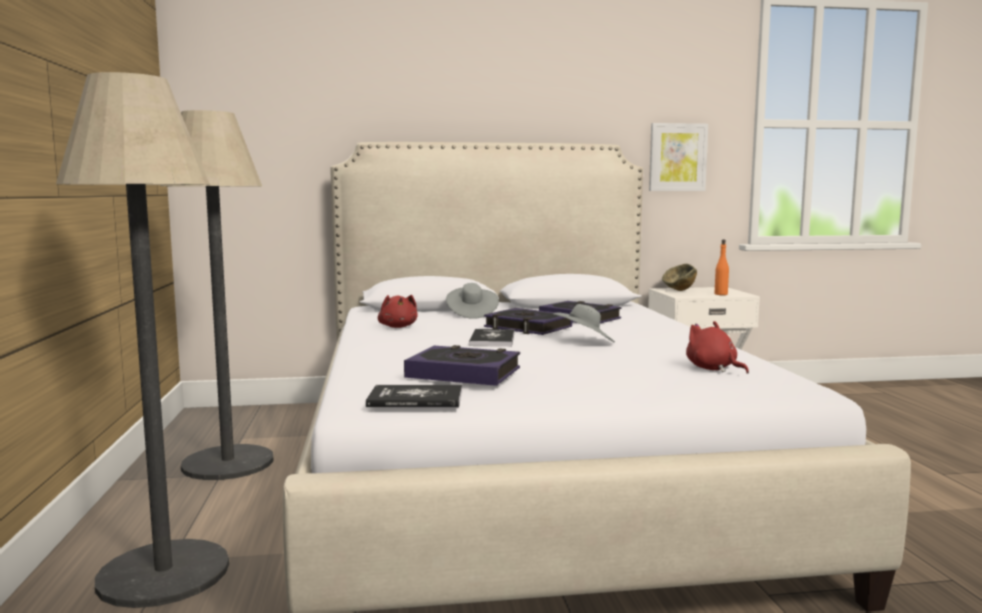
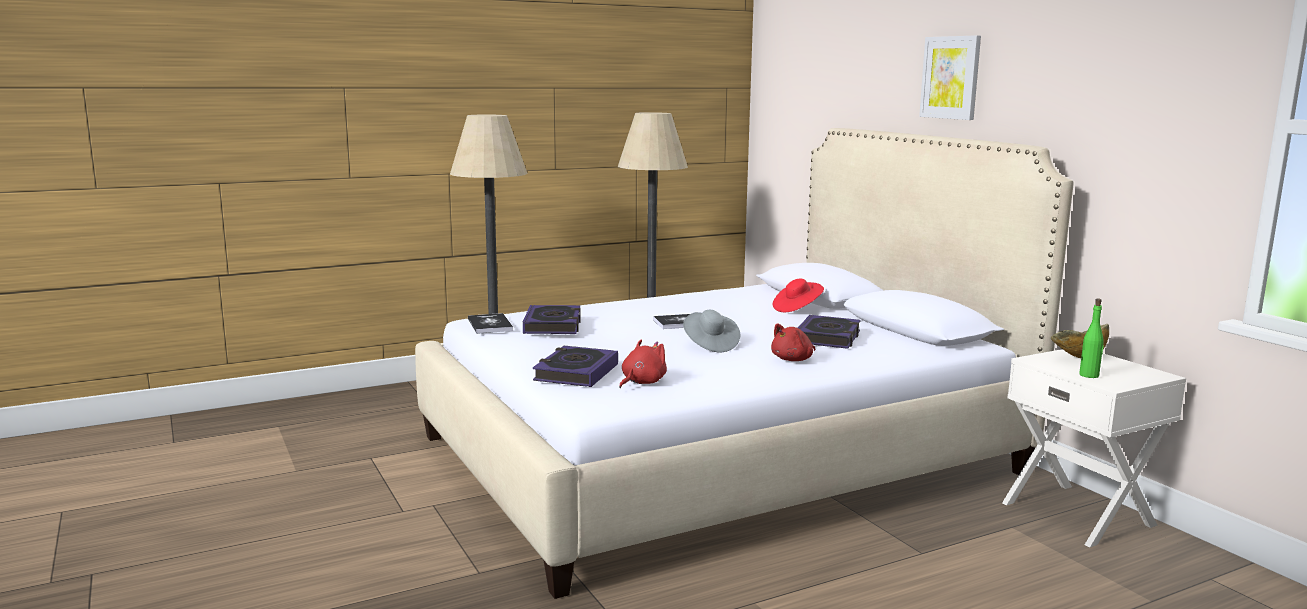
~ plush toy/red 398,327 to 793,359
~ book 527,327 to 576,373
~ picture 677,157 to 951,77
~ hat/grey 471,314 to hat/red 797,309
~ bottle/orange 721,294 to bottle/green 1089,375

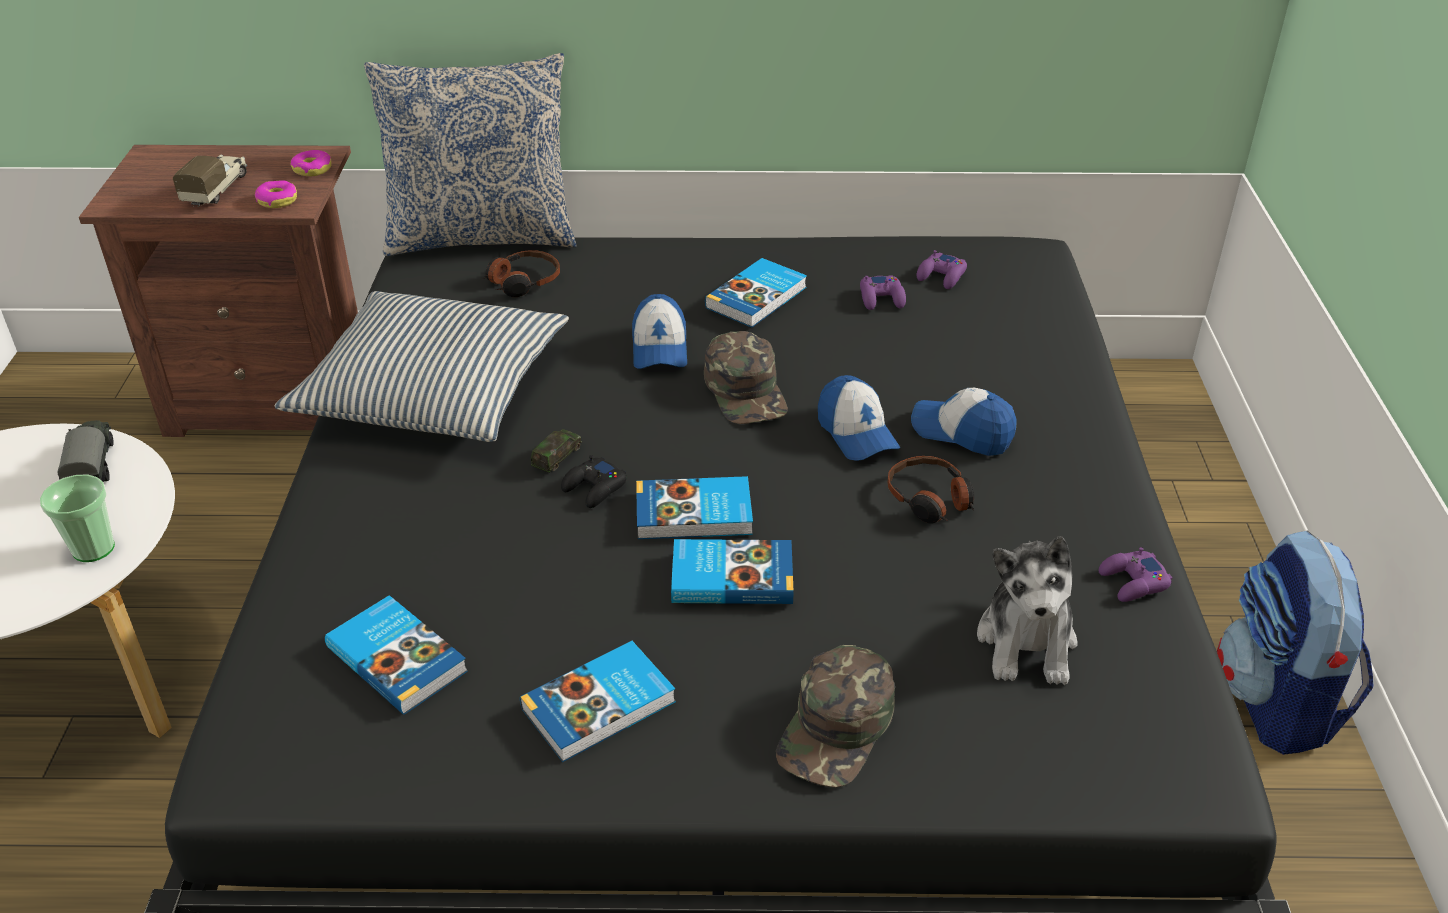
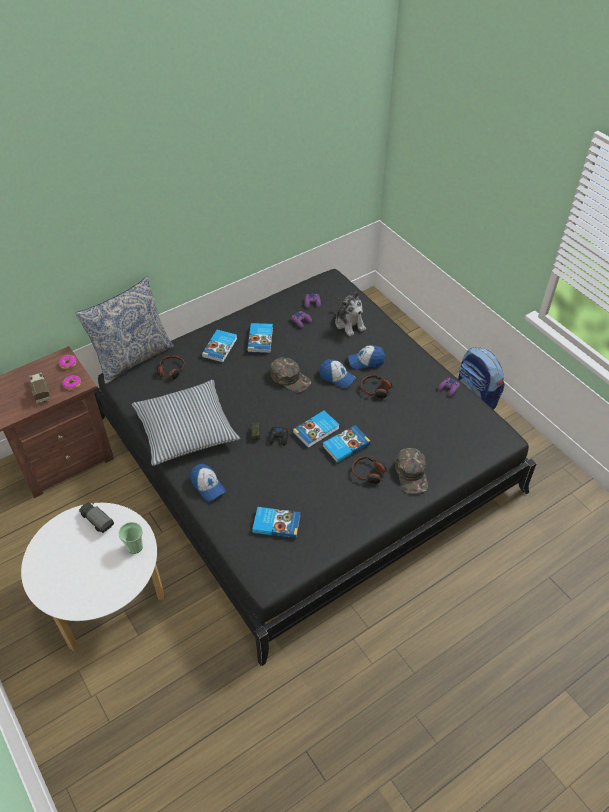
+ headphones 369,473
~ book 601,706 to 220,347
~ cap 659,348 to 207,486
~ plush toy 1027,642 to 349,324

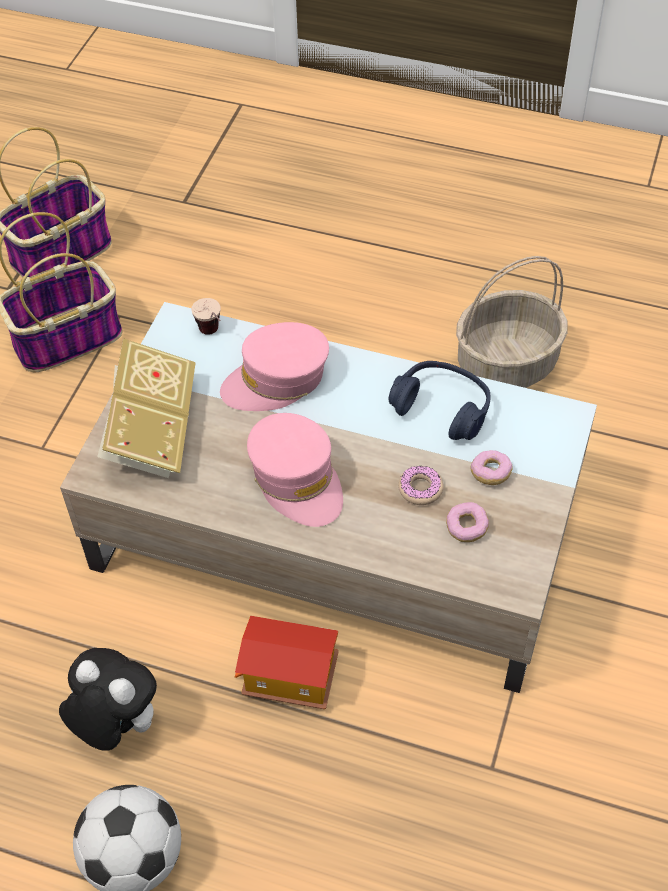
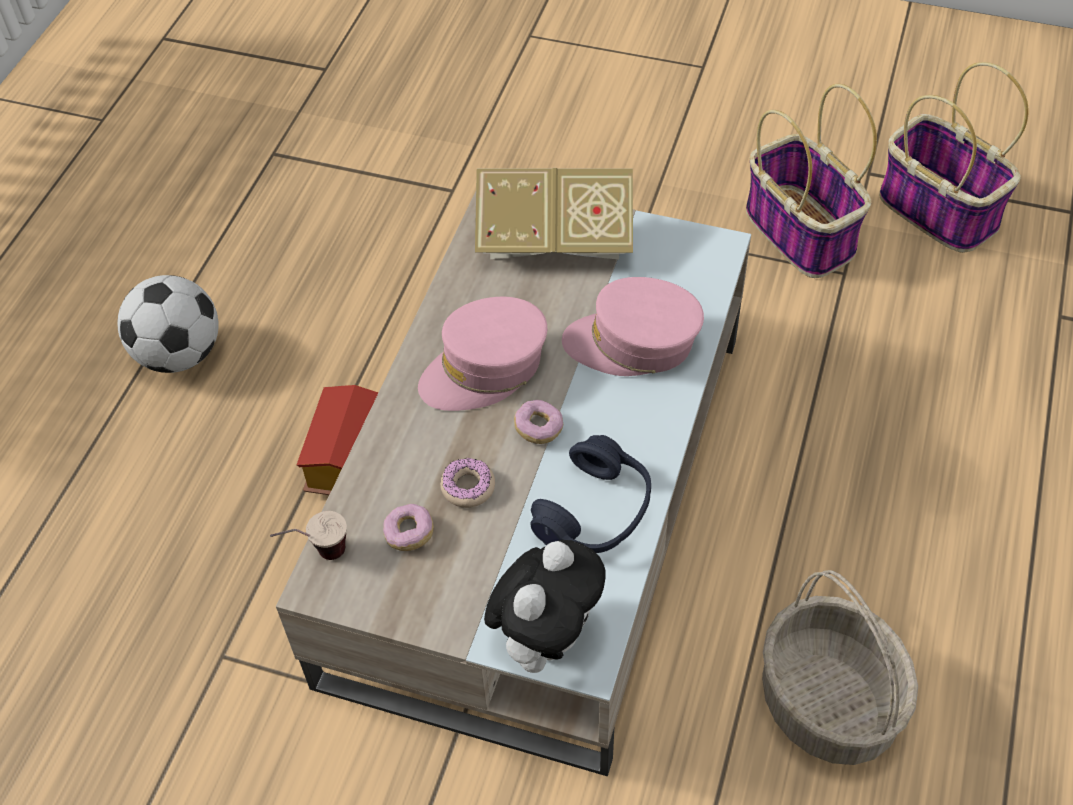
~ plush toy 116,725 to 546,638
~ cup 213,335 to 316,555
~ donut 490,473 to 539,428
~ cap/pink 276,380 = 633,343 60 degrees counterclockwise

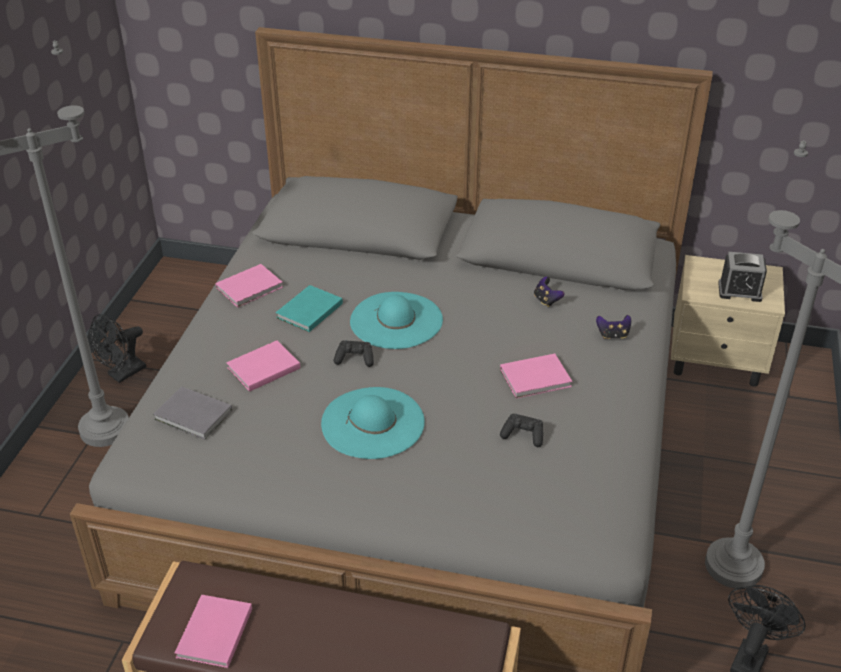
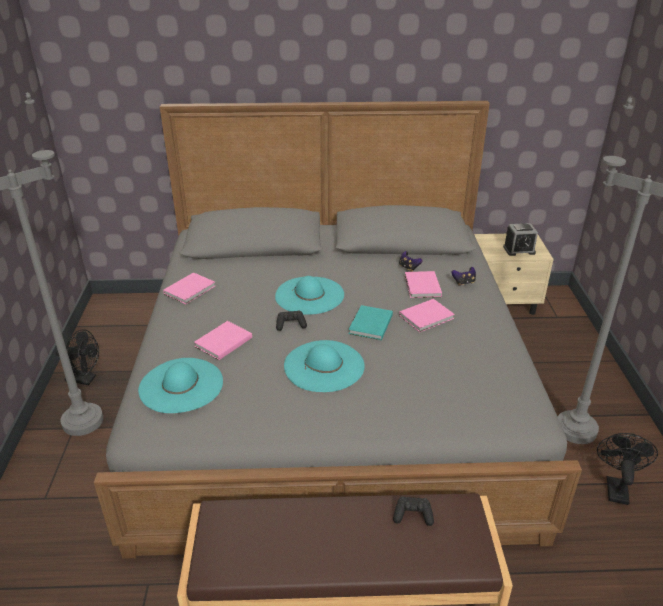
~ book/pink 212,634 to 422,287
~ book/turquoise 308,311 to 369,325
~ game controller/black 523,435 to 413,515
~ book/grey 194,416 to hat/turquoise 181,385
~ fan/black 122,374 = 85,379 105 degrees counterclockwise

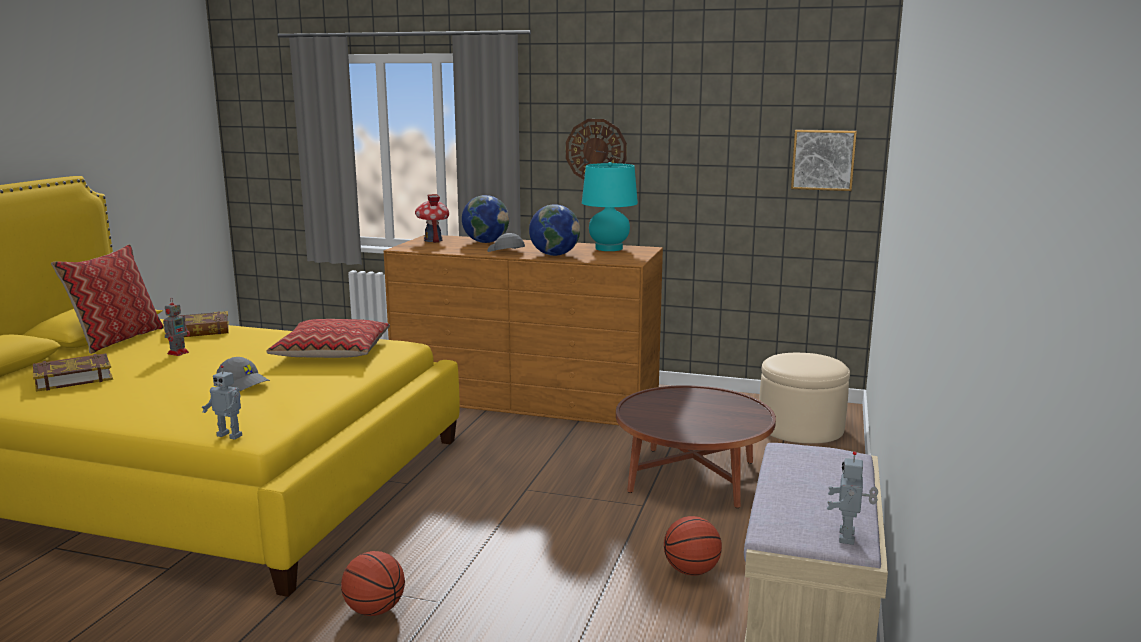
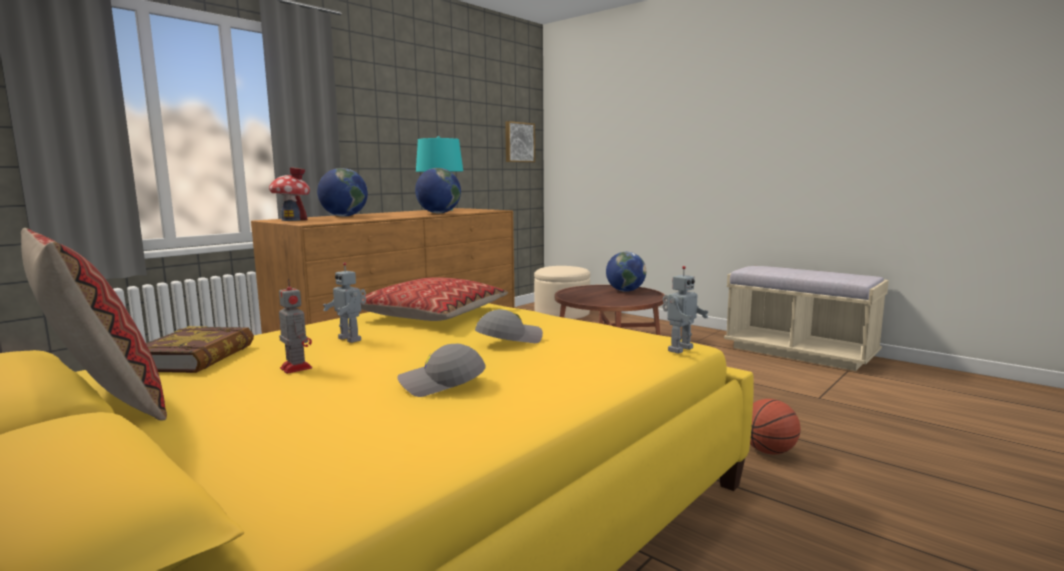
- book 73,378
- wall clock 596,150
- basketball 691,571
+ globe 625,291
~ cap/grey 505,251 to 441,384
~ toy robot 848,537 to 351,339

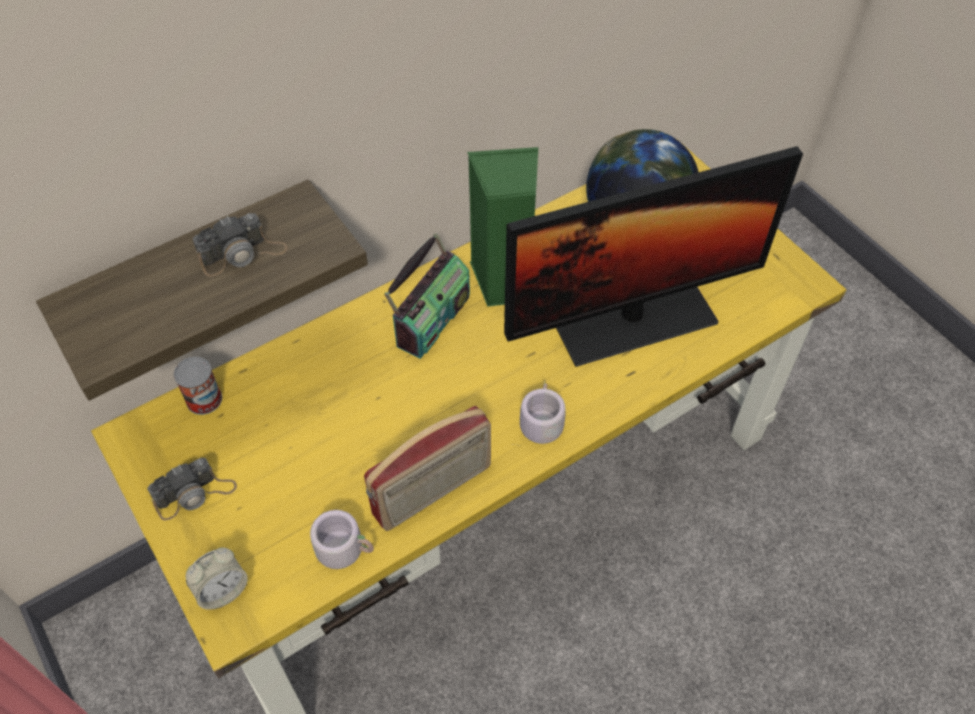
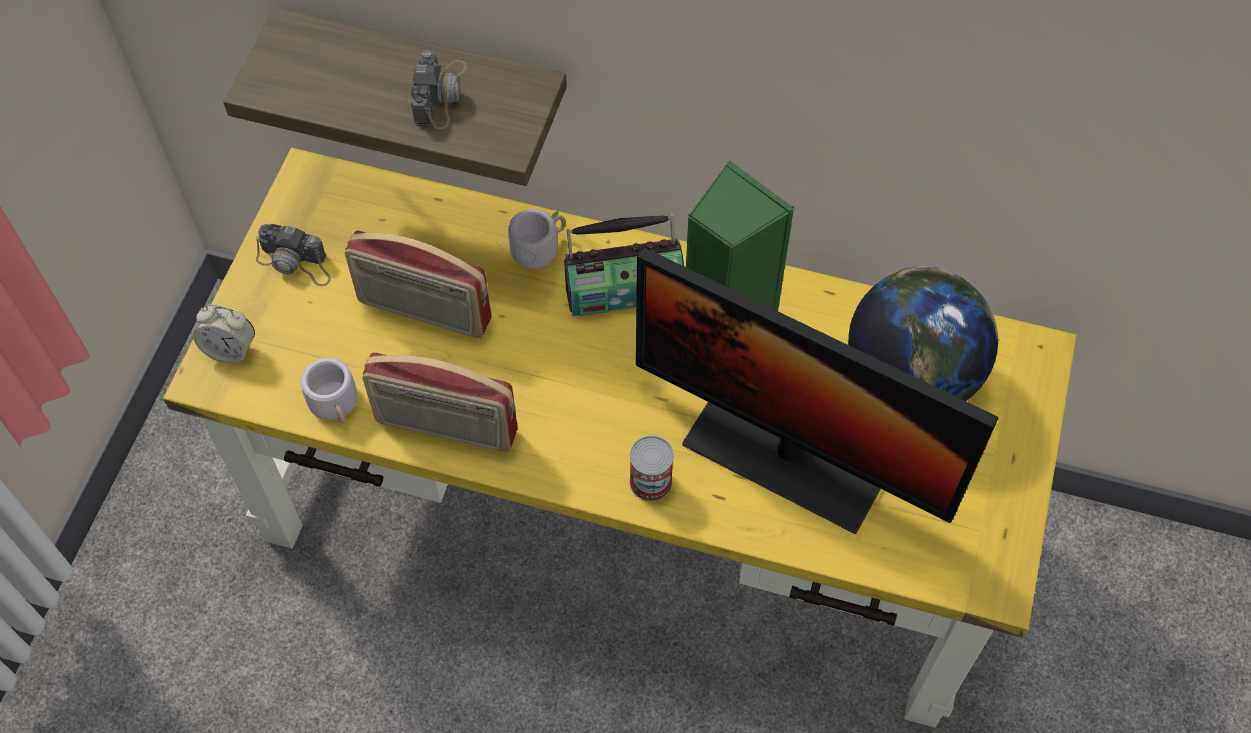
+ radio 423,312
~ can 204,399 to 650,482
~ mug/grey 539,421 to 537,246
~ photo camera 242,254 = 440,94 105 degrees counterclockwise

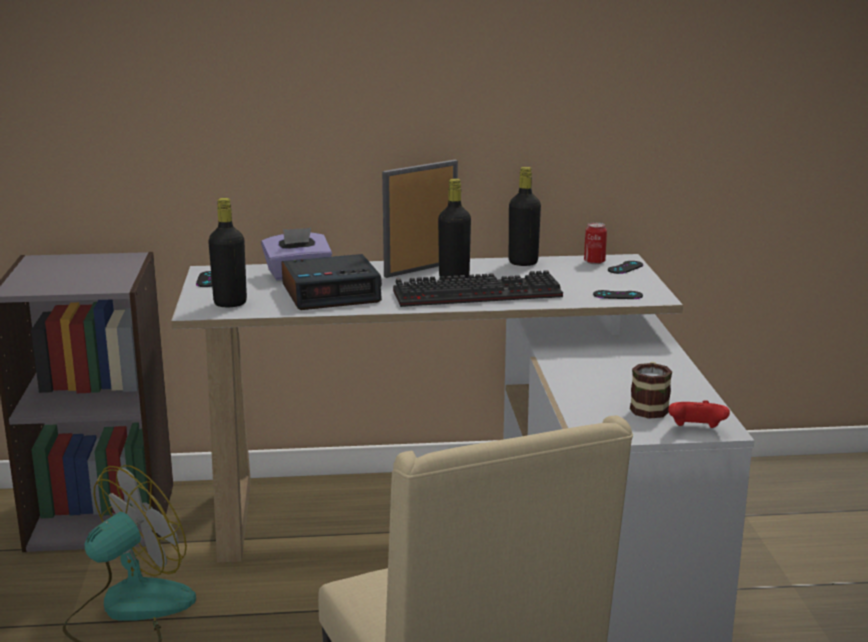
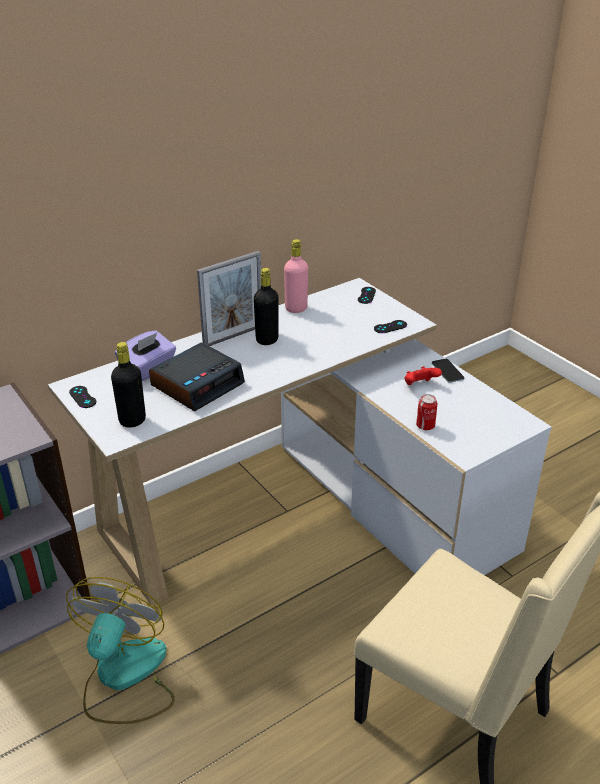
- keyboard 479,293
- mug 649,406
+ phone 447,371
~ can 594,262 to 425,426
~ game controller/red 696,430 to 420,385
~ bottle/black 523,263 to bottle/pink 296,308
~ picture frame 421,269 = 233,336 150 degrees counterclockwise

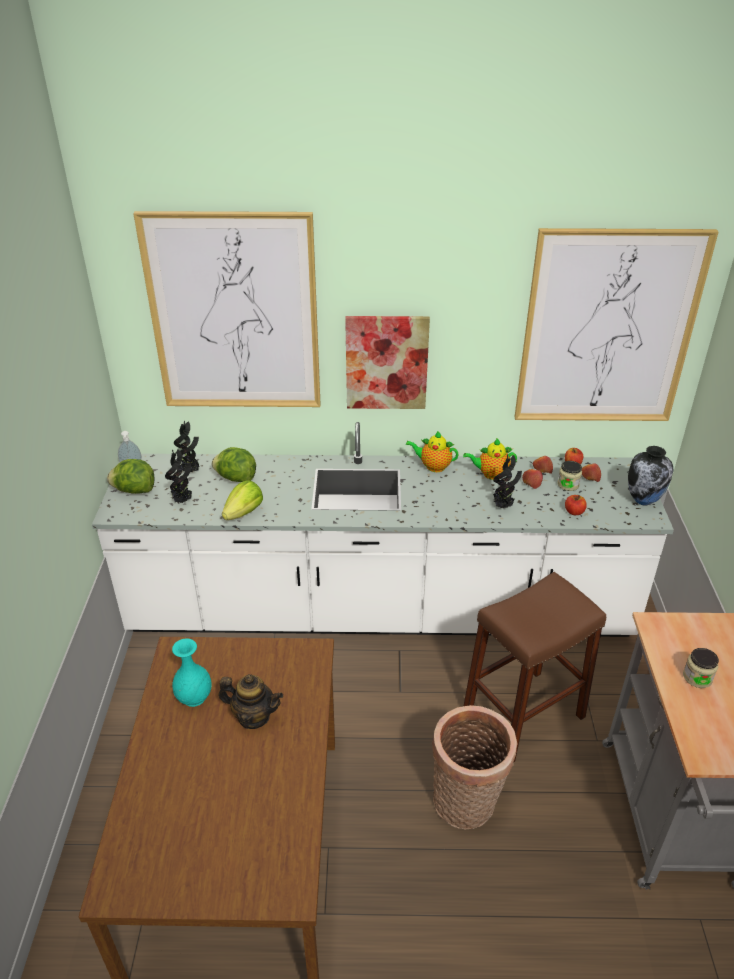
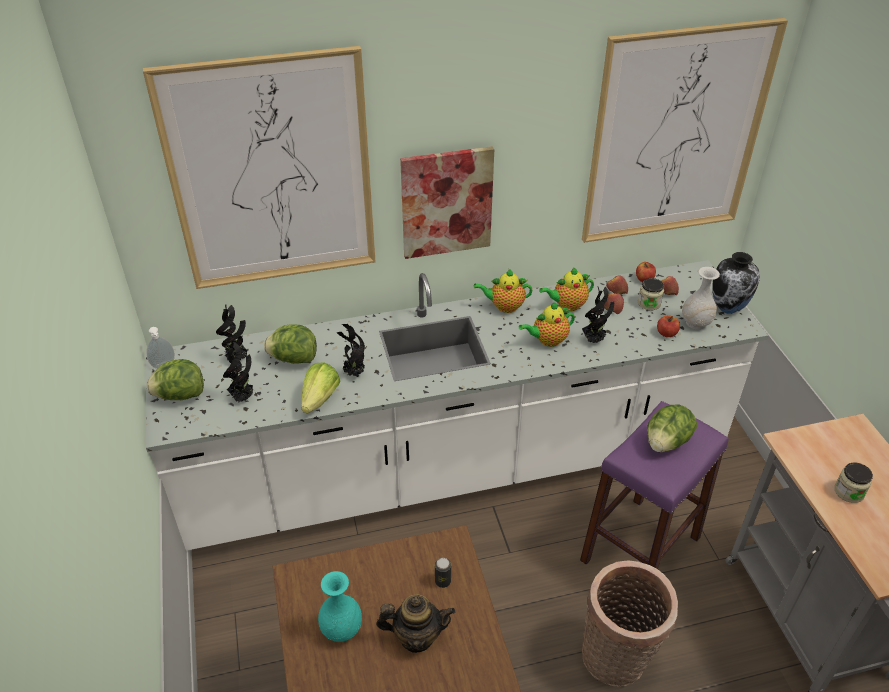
+ potted plant 353,373
+ can 443,581
+ teapot 547,340
+ lettuce 666,442
+ vase/white 696,323
~ stool/brown 523,714 to stool/purple 640,548

